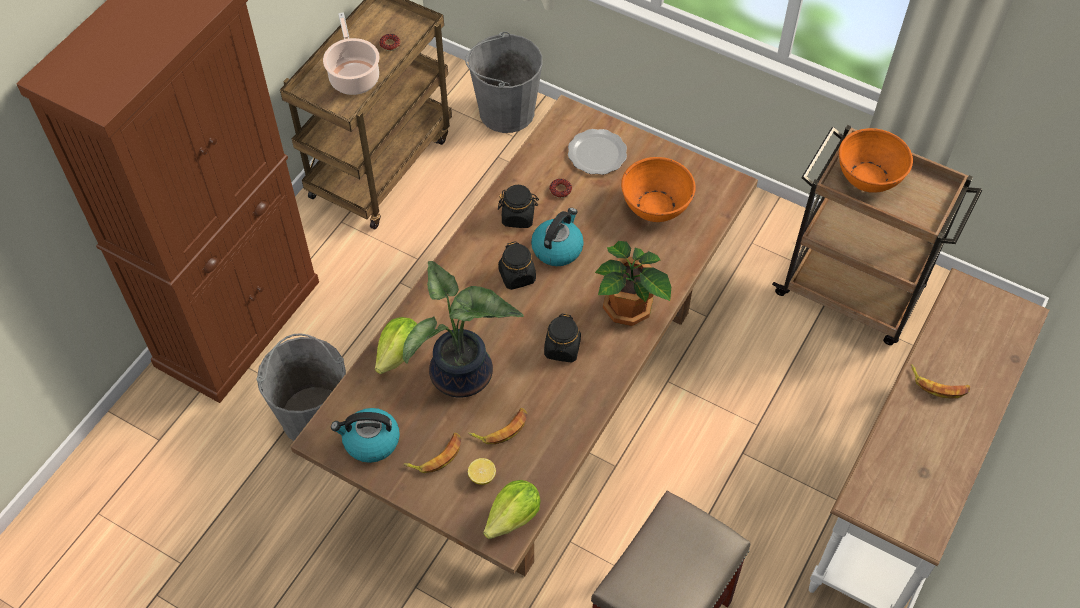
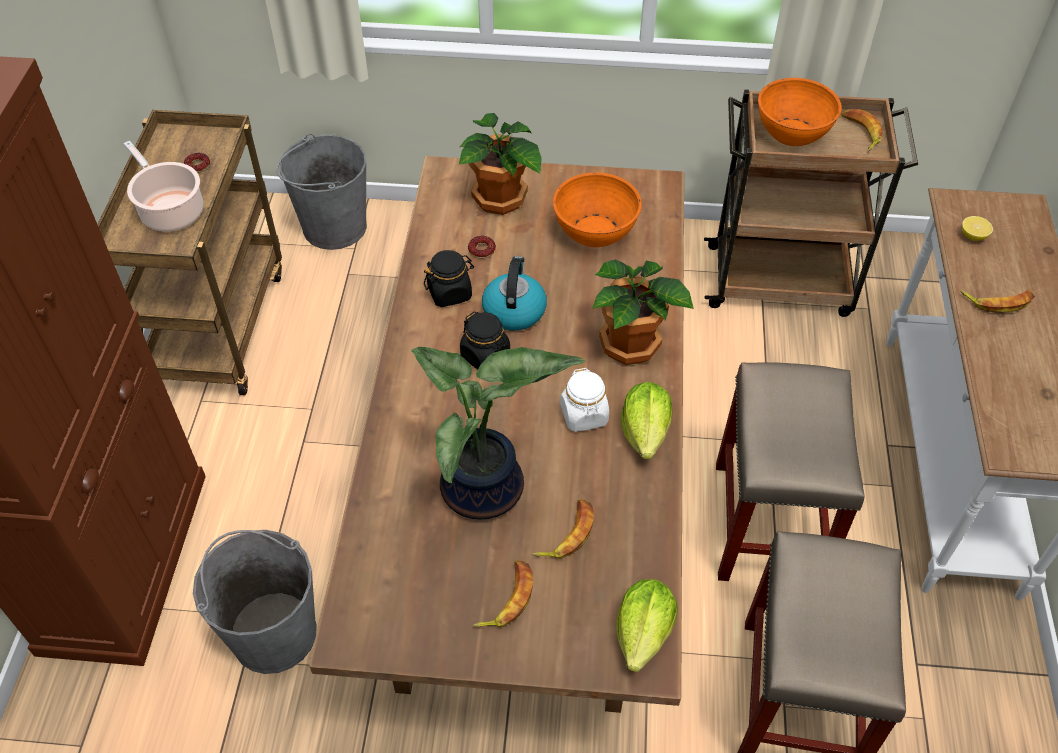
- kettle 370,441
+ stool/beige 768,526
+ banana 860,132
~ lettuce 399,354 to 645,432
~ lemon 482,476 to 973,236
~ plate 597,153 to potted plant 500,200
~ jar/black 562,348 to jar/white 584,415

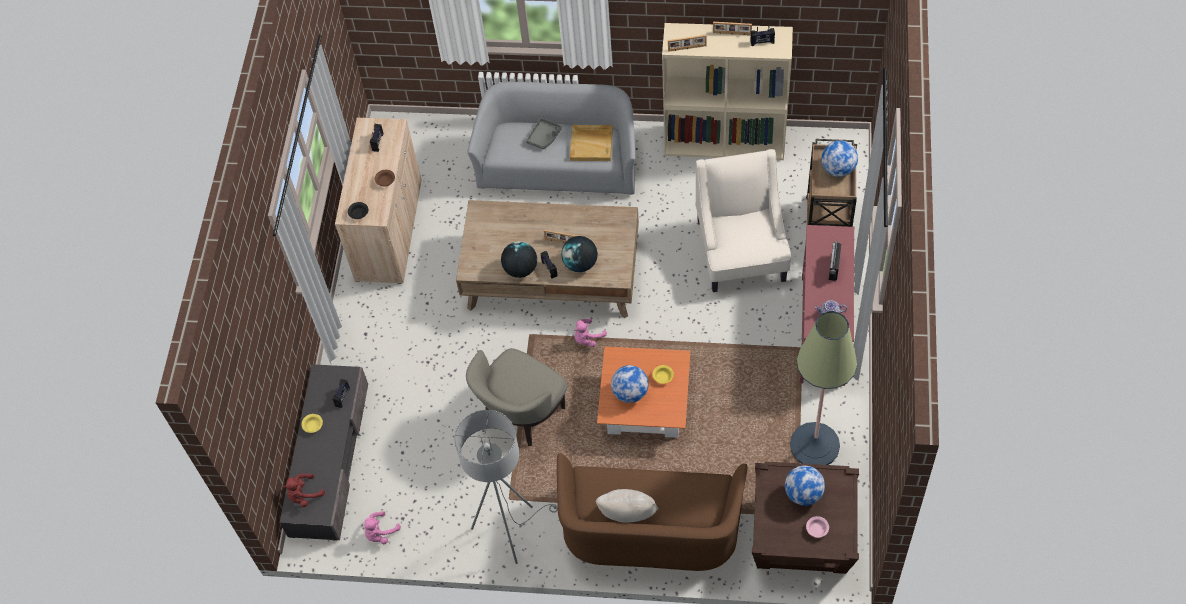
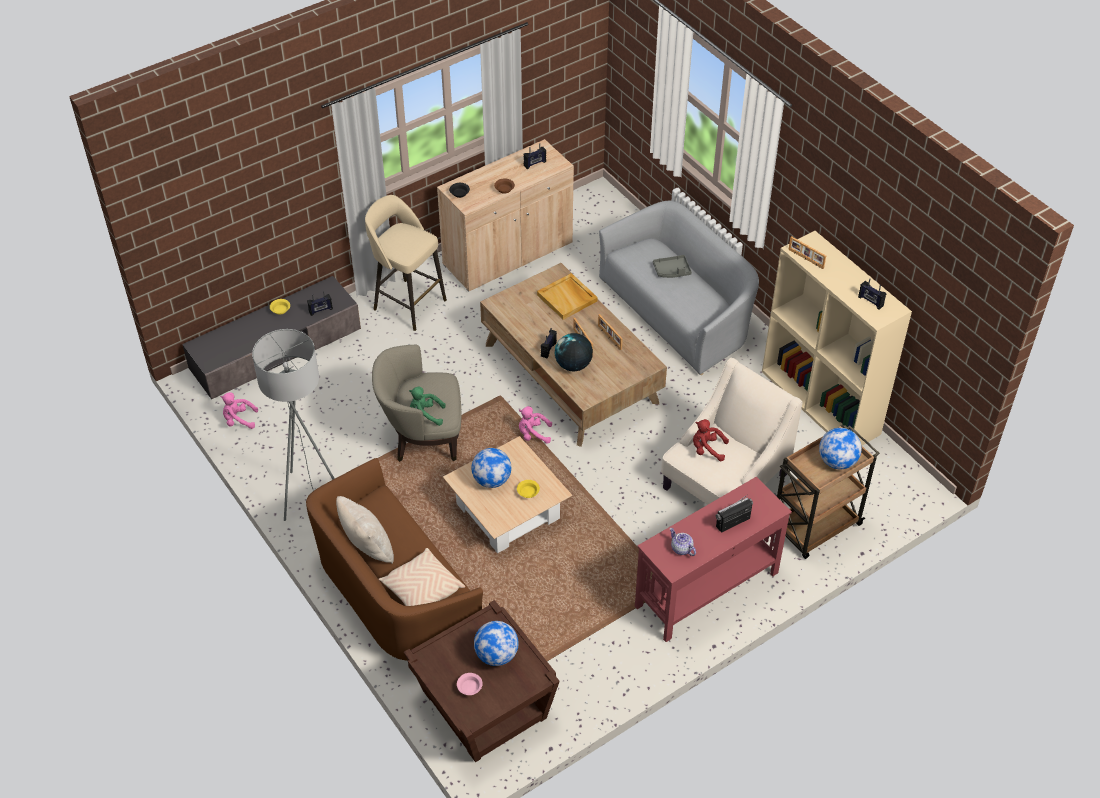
- globe 520,269
- floor lamp 814,445
+ stool/beige 408,304
+ pillow/beige 422,590
+ plush toy/green 425,416
~ plush toy/red 304,495 to 707,449
~ tray/beige 591,144 to 567,298
~ picture frame 732,34 to 609,338
~ coffee table/orange 645,404 to coffee table/beige 508,511

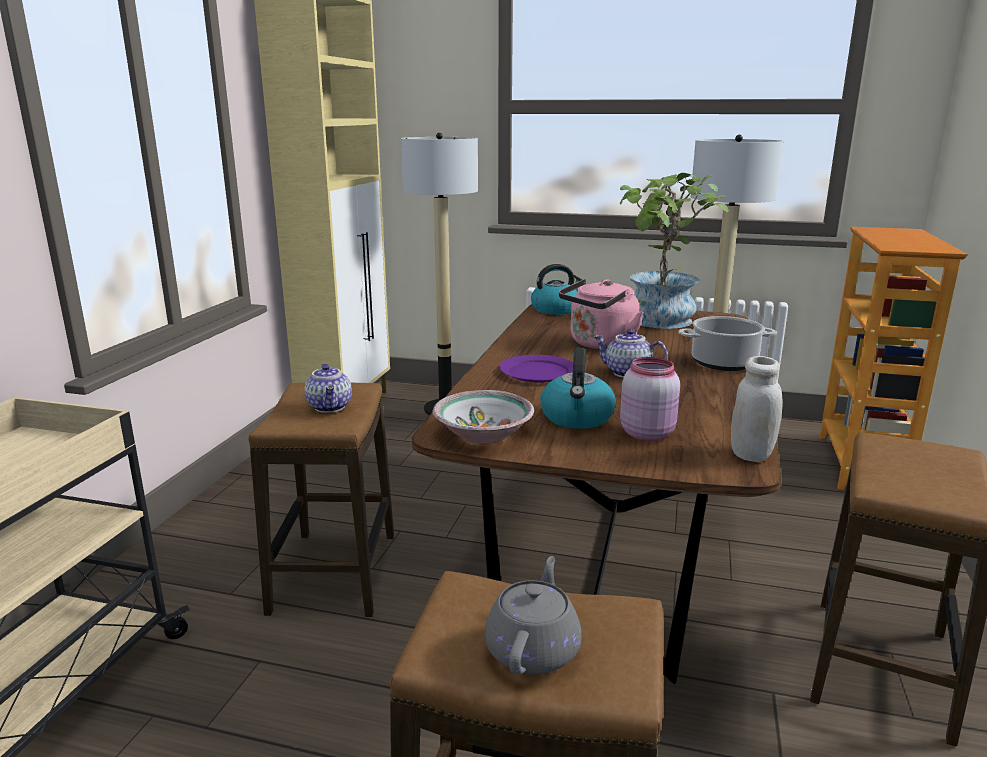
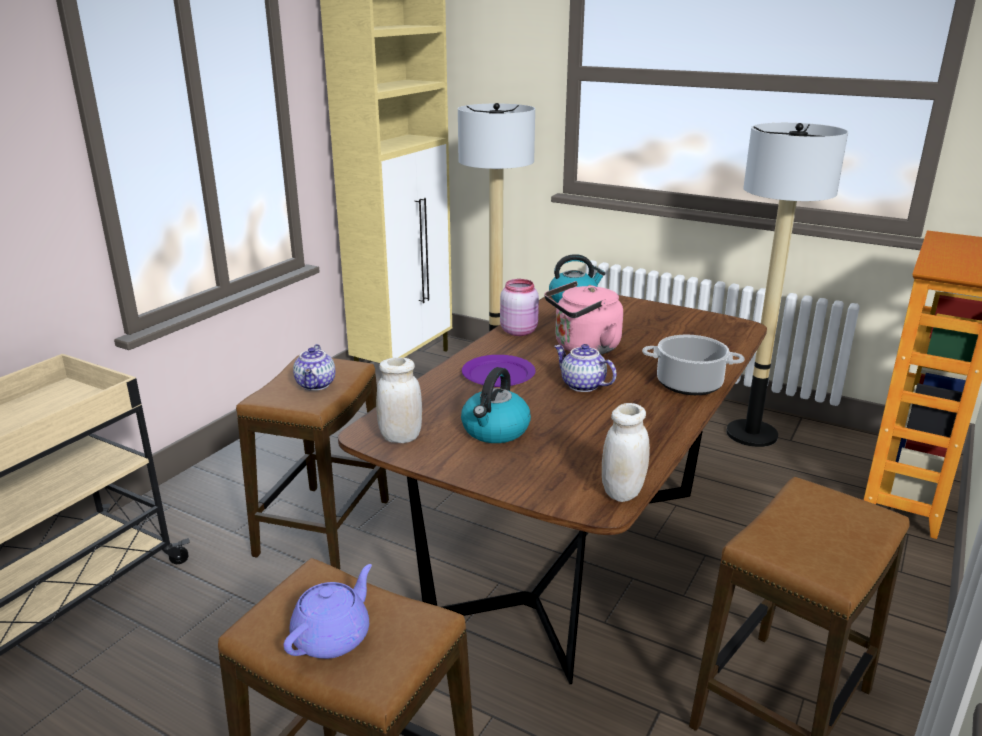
- potted plant 660,322
~ jar/pink 647,433 to 519,331
~ bowl 483,434 to jar/white 400,437
~ teapot/grey 533,649 to teapot/purple 333,637

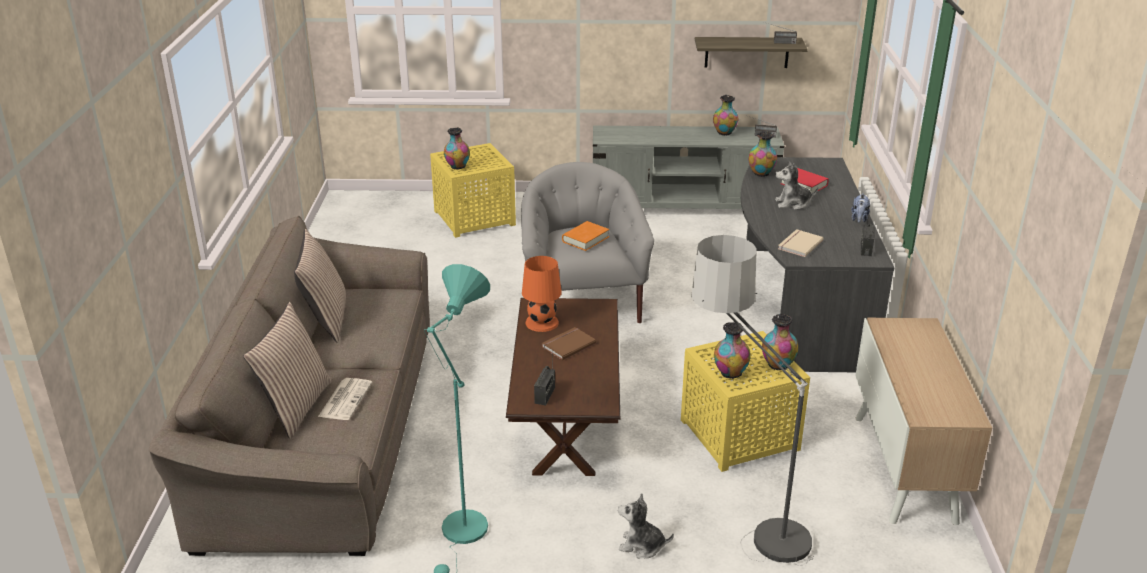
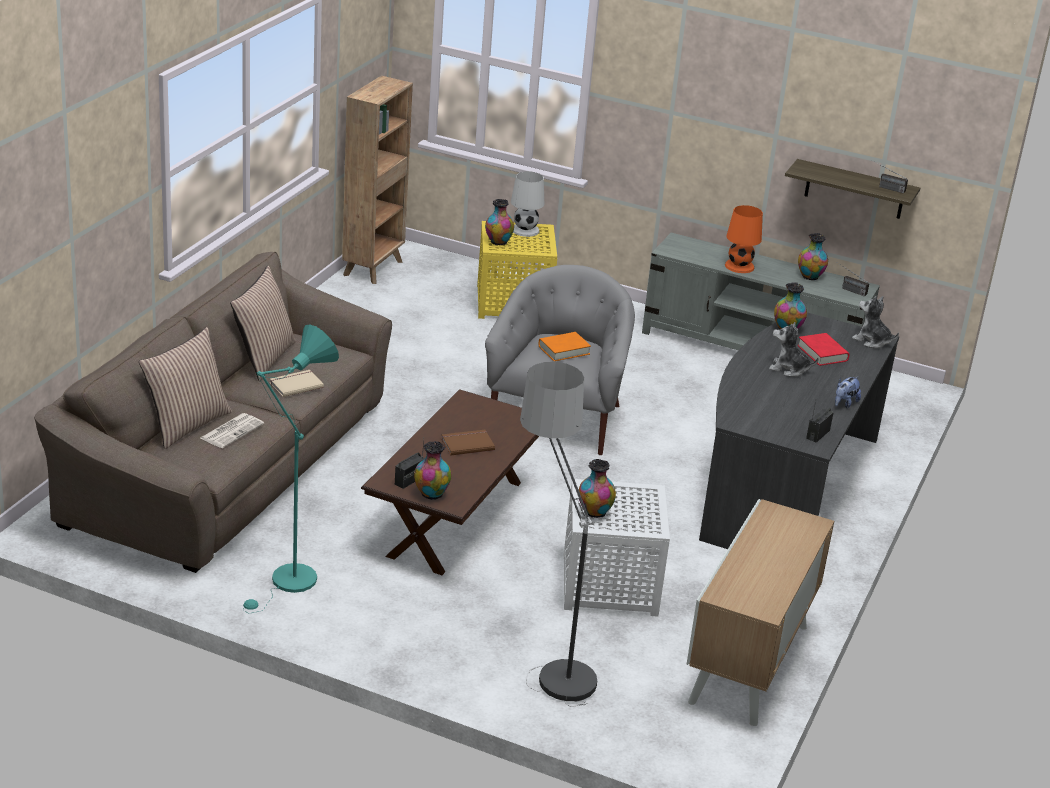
+ bookcase/brown 374,268
+ table lamp/white 525,230
~ table lamp/orange 542,323 to 739,266
~ plush toy 642,546 to 872,341
~ vase 777,365 to 431,494
~ book/beige 799,244 to 295,384
~ side table/yellow 738,436 to side table/white 608,585

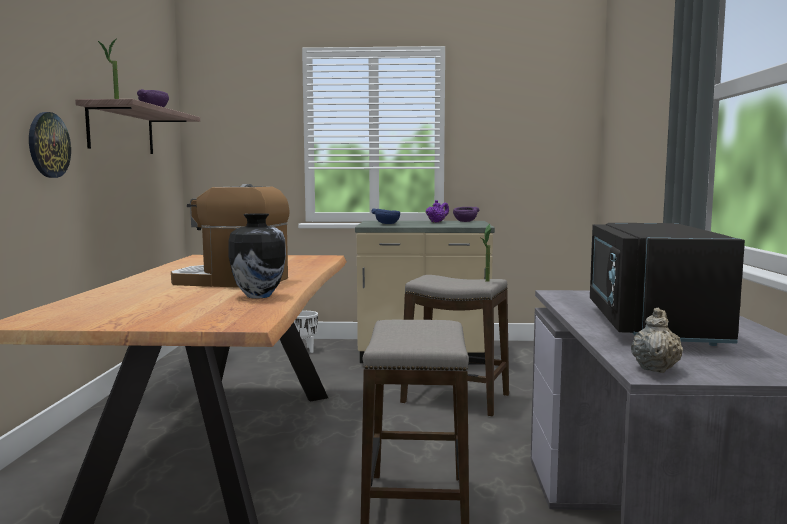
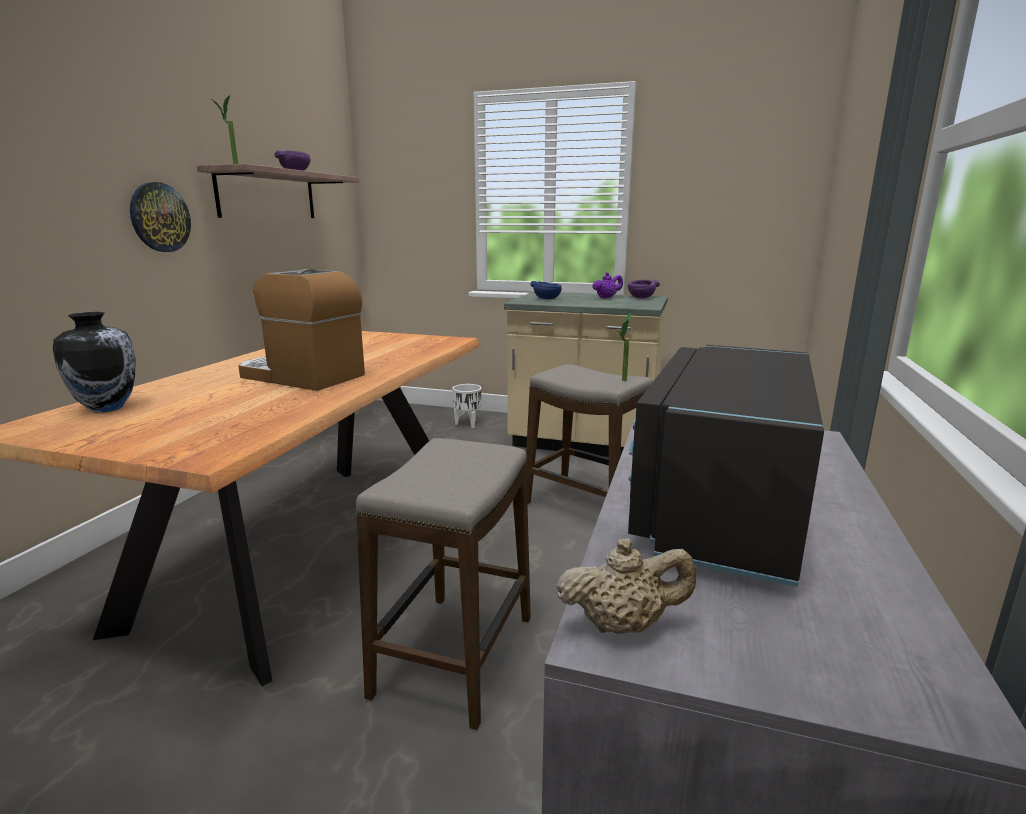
~ vase 258,296 to 107,408
~ teapot/beige 655,368 = 623,625 45 degrees clockwise

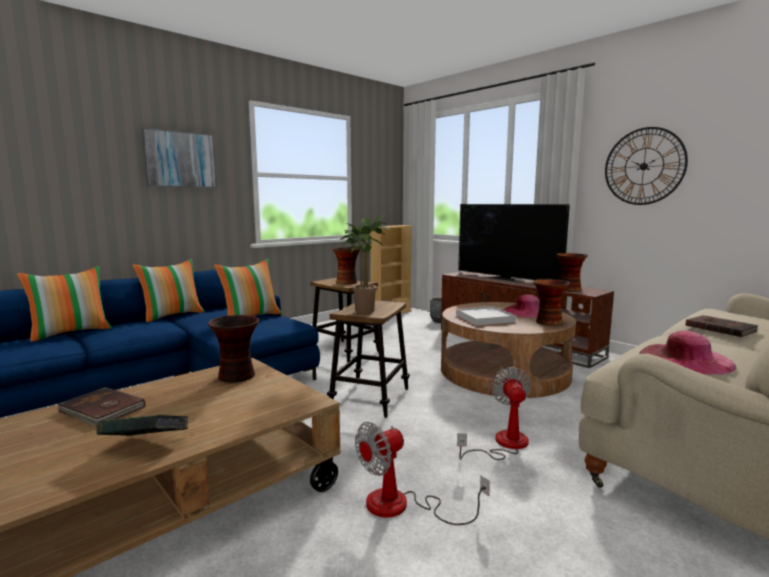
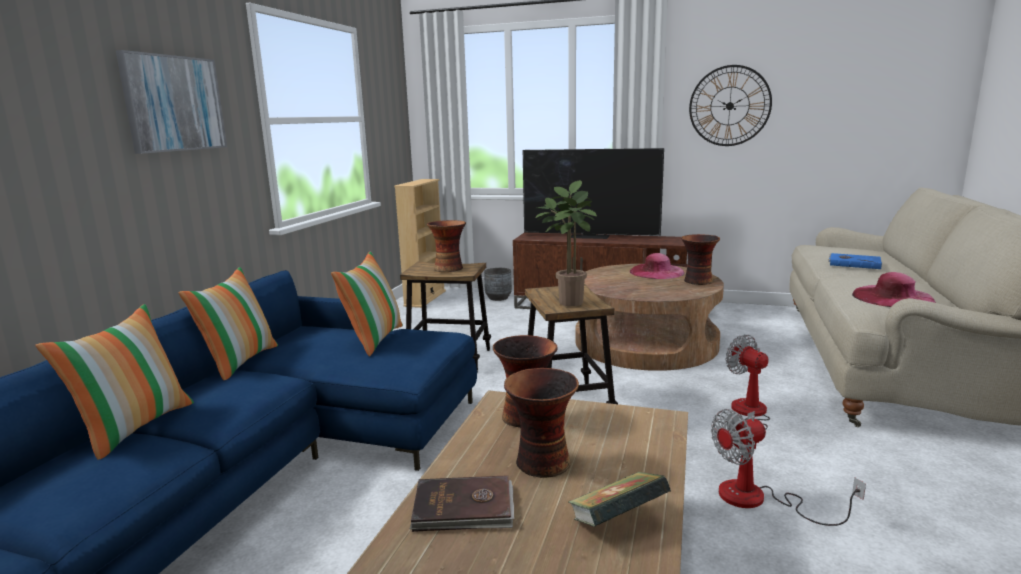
- tray/white 484,318
~ vase 568,290 to 541,463
~ book/brown 720,328 to book/blue 854,263
~ fan 402,506 = 759,499 45 degrees clockwise

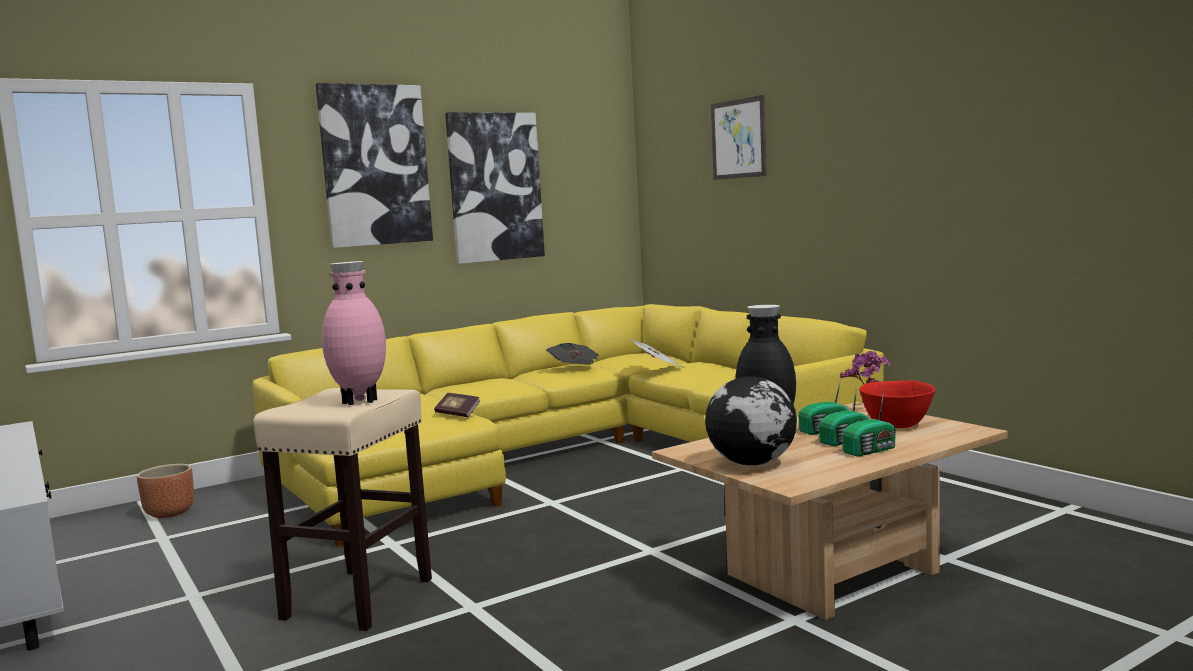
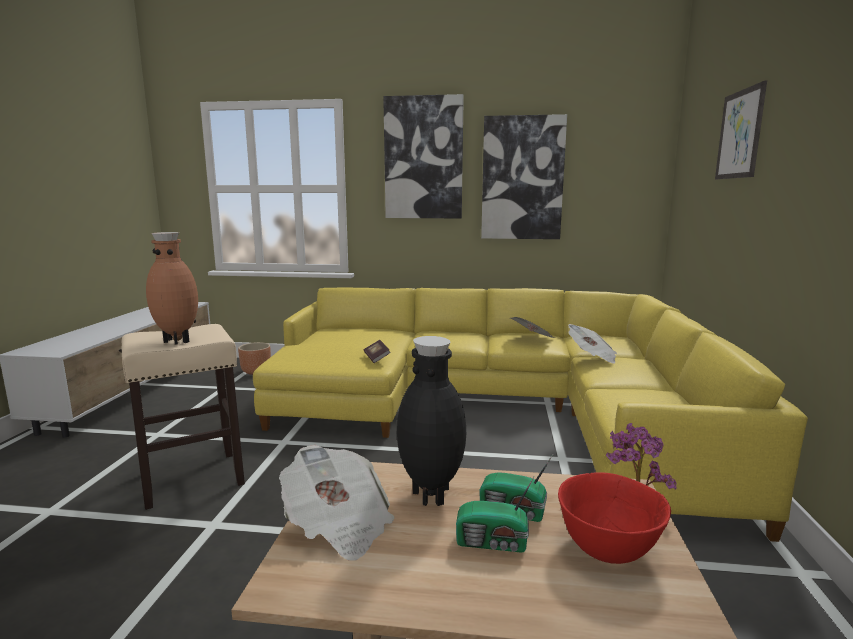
- radio 871,450
~ globe 753,463 to newspaper 338,525
~ vase/pink 360,401 to vase/brown 178,341

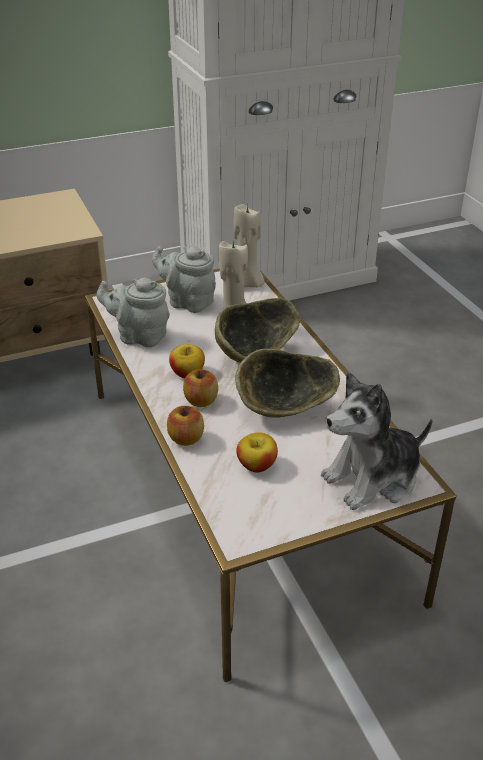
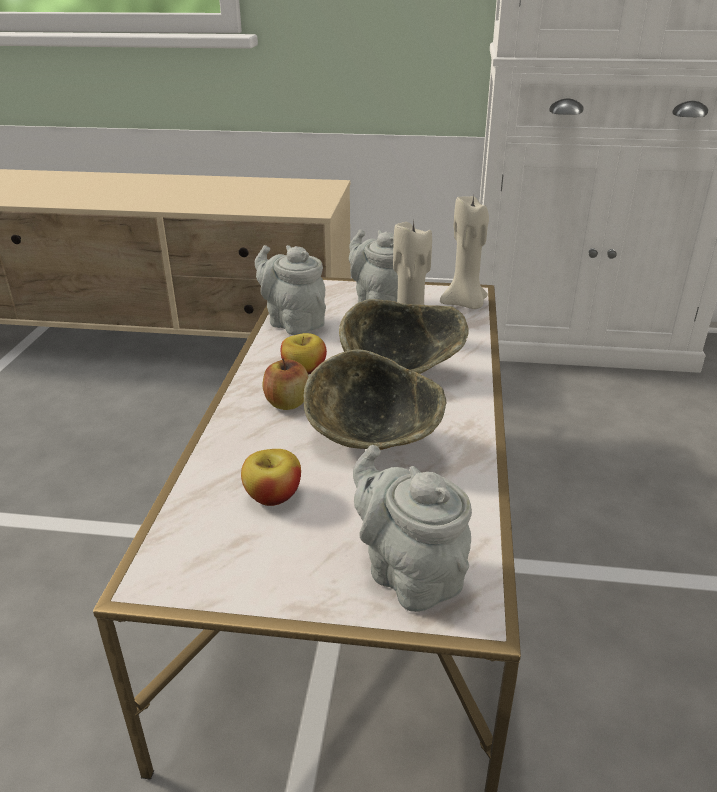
- apple 186,439
~ plush toy 373,478 to teapot/grey 409,574

